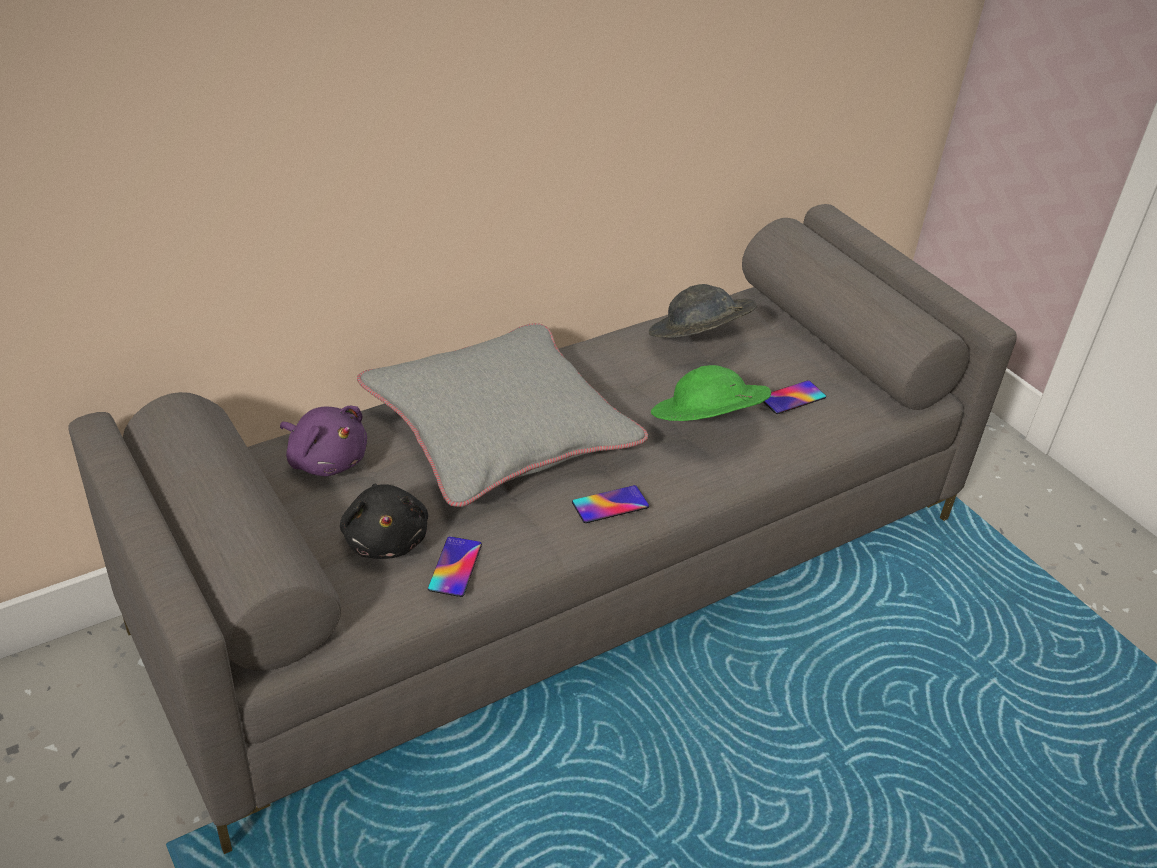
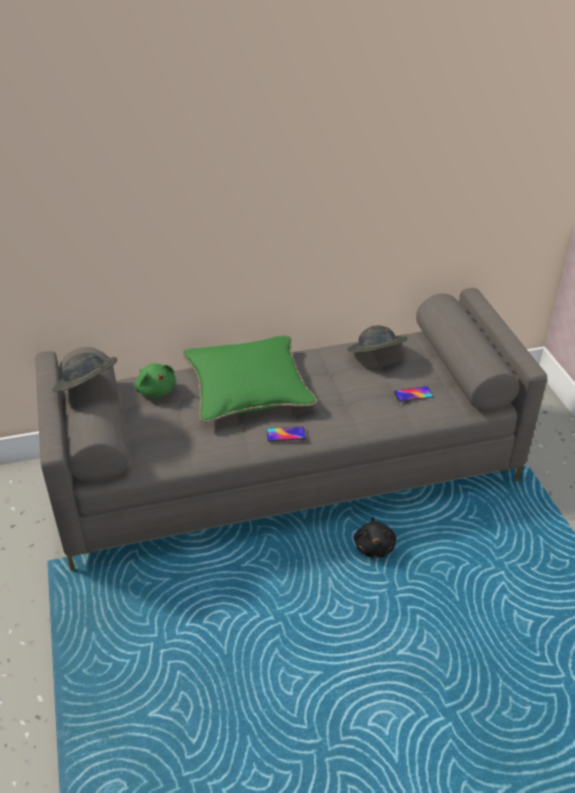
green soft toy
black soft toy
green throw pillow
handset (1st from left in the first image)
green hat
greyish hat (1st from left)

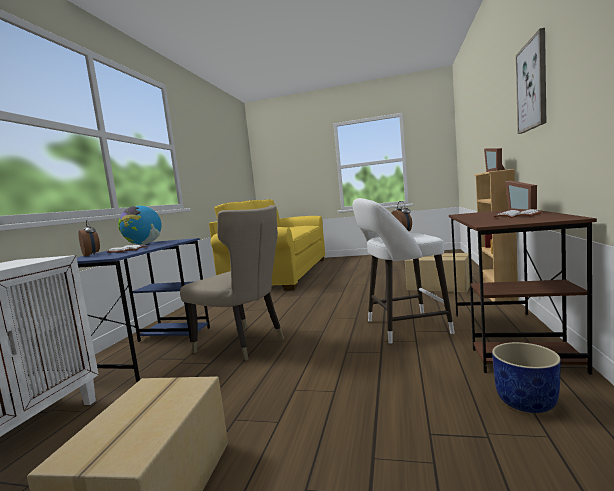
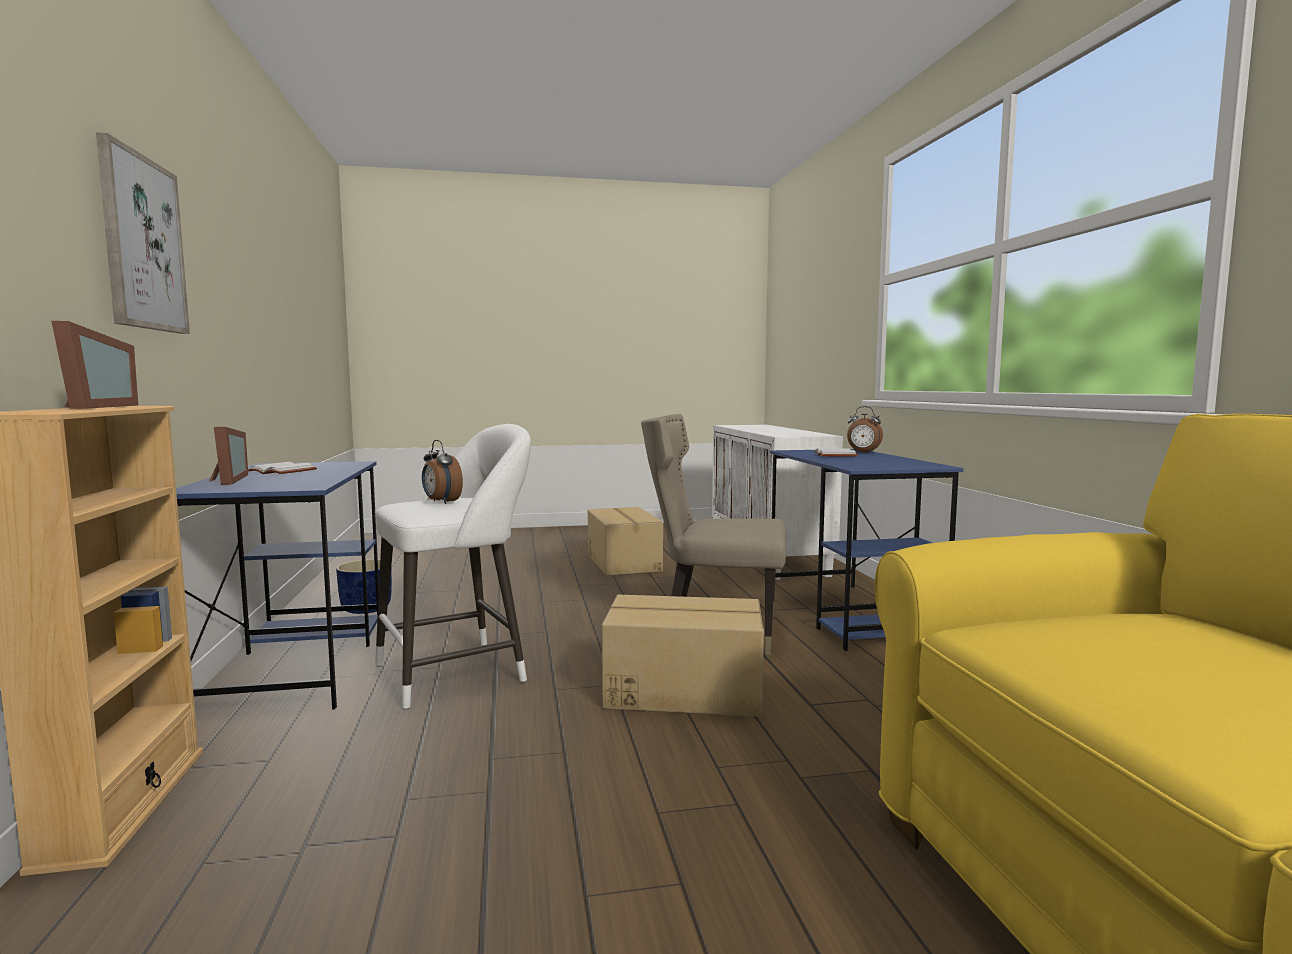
globe
cardboard box (2nd from left)
blue-coloured desk table (1st from left)

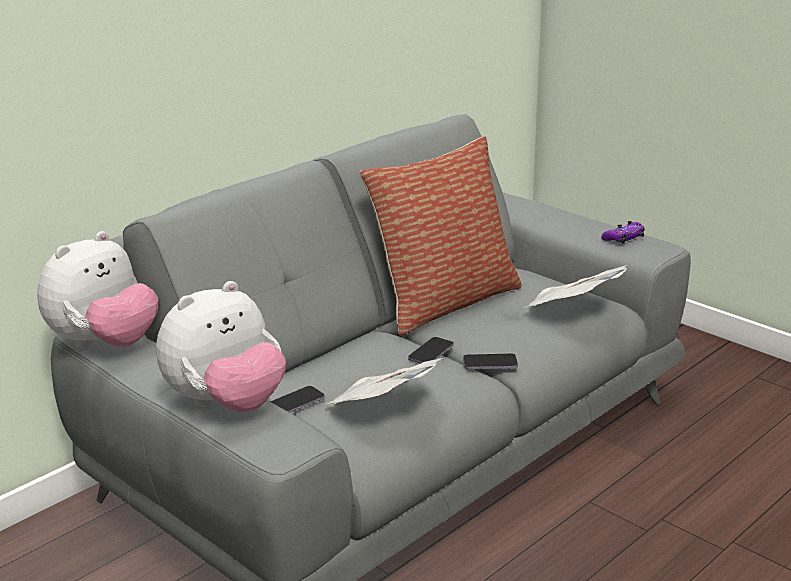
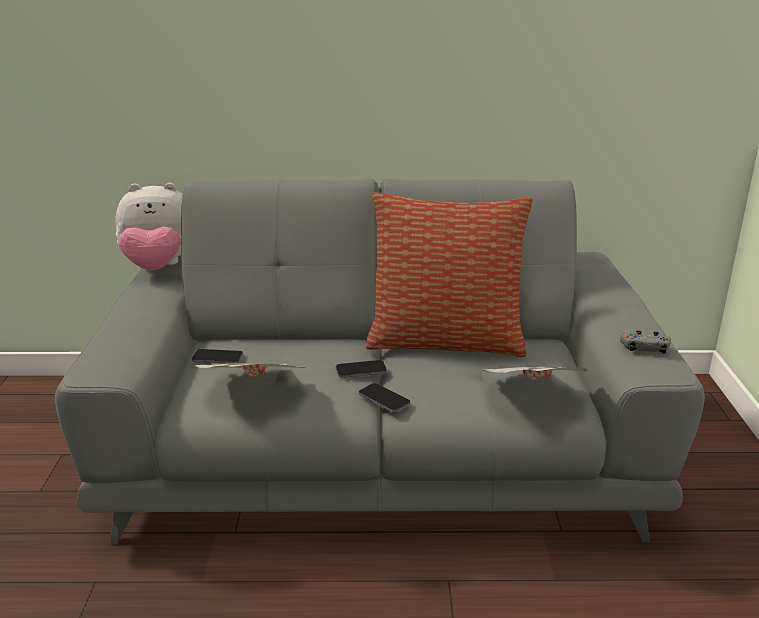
soft toy (2nd from left in the first image)
greyish gamepad

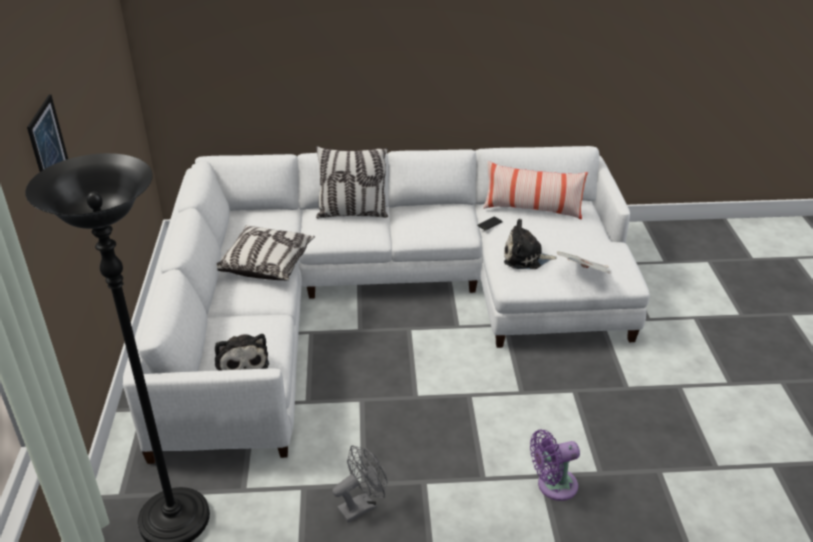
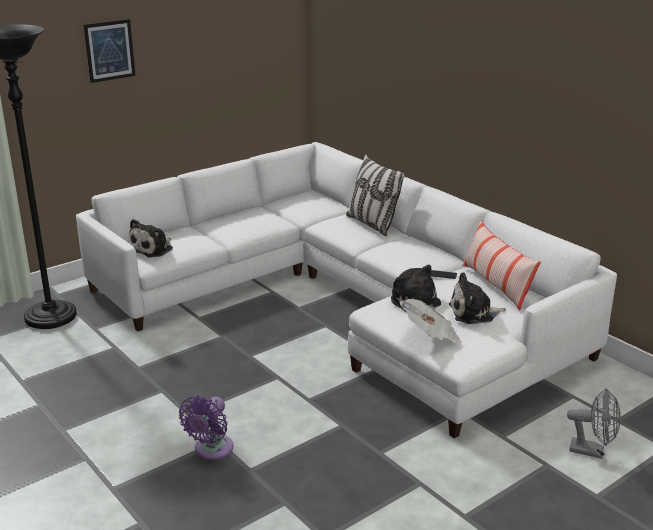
throw pillow (1st from left in the first image)
greyish fan
purple fan
soft toy (3rd from left)

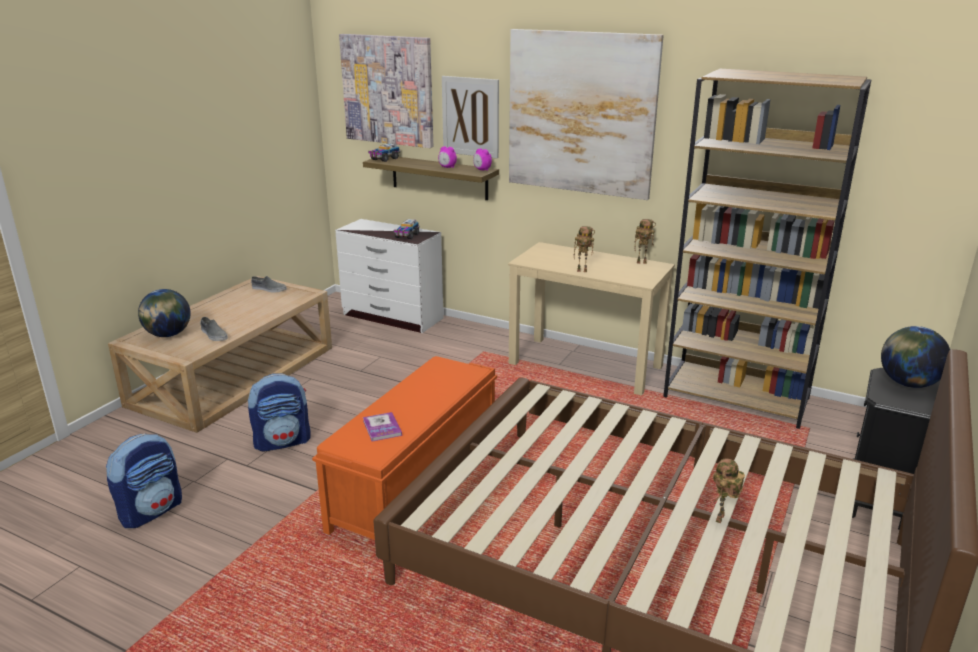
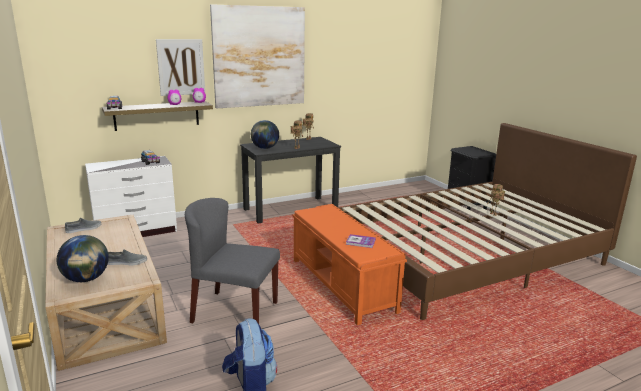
greyish plain chair
wall art (1st from left in the first image)
black desk table
brownish bookshelf
globe (2nd from left)

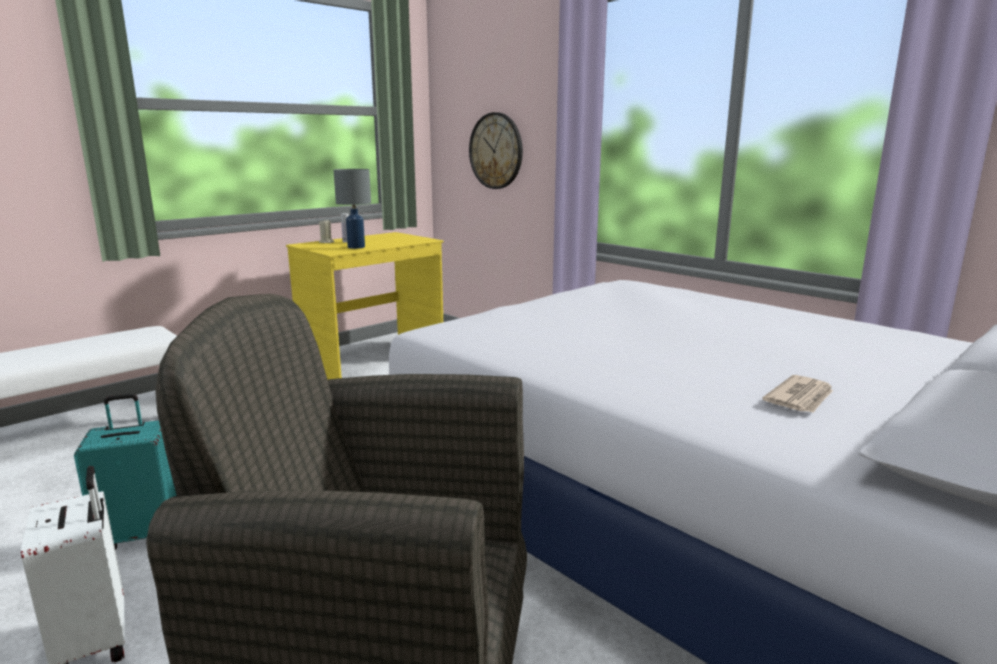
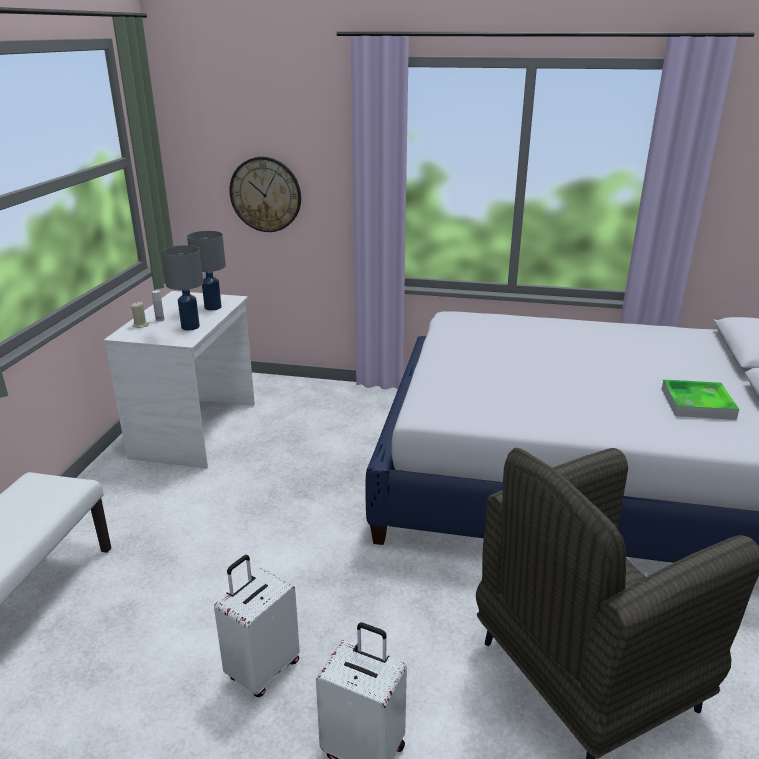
white-coloured suitcase (1st from left)
white-coloured desk table
tray
greyish lamp for a table (2nd from left)

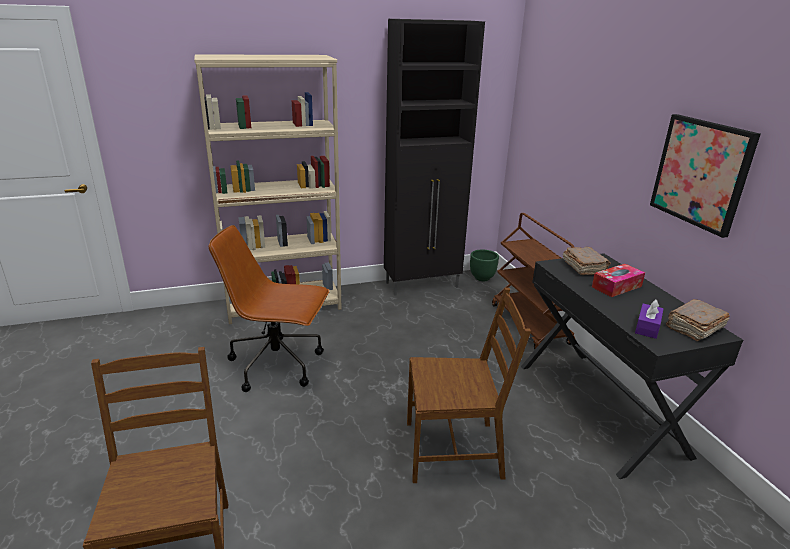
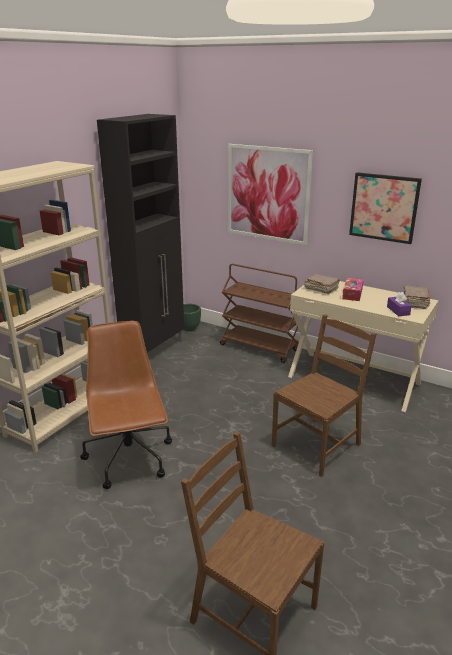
brownish office chair
beige desk table
wall art (1st from left)

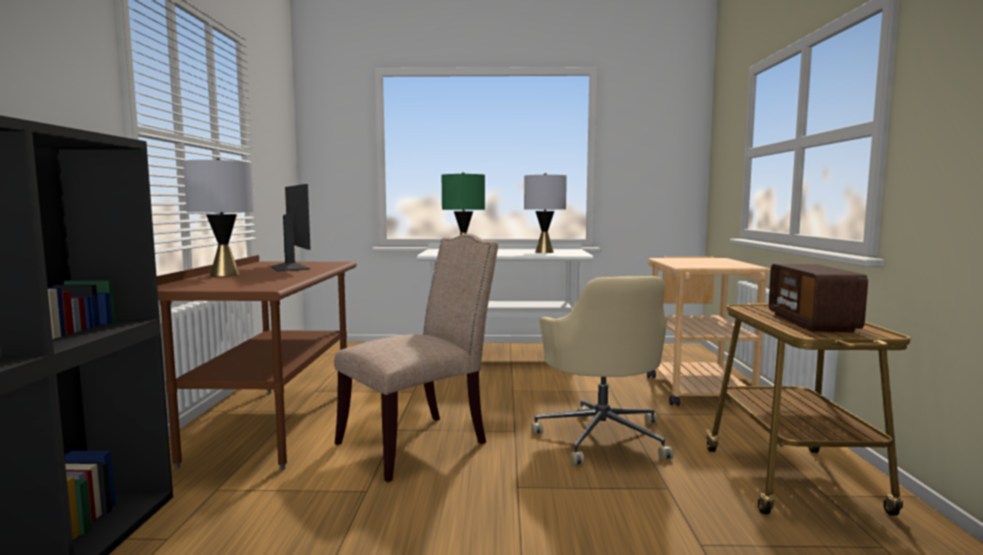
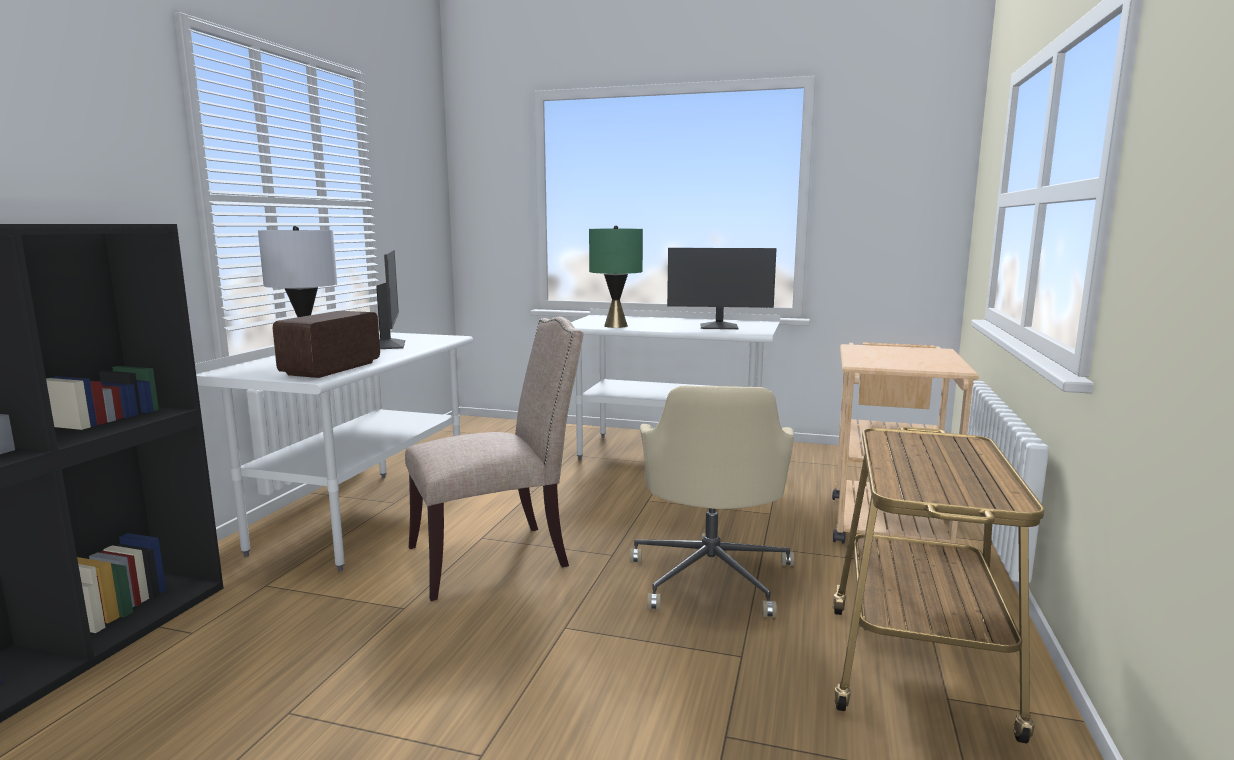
white-coloured desk table (1st from left)
computer screen (2nd from left)
radio set

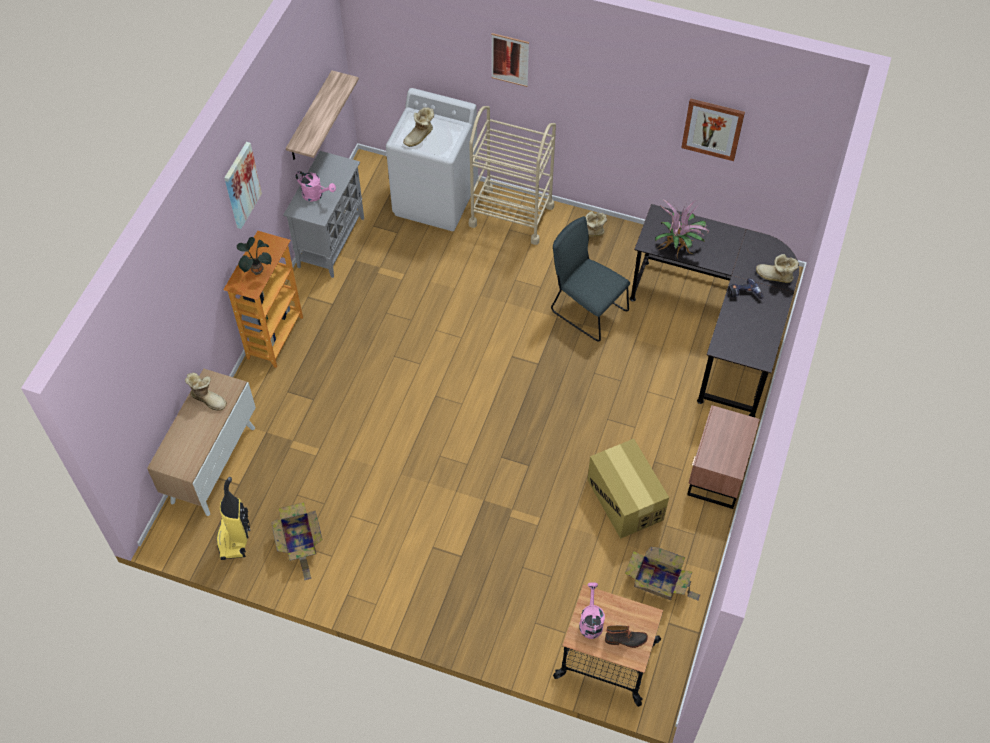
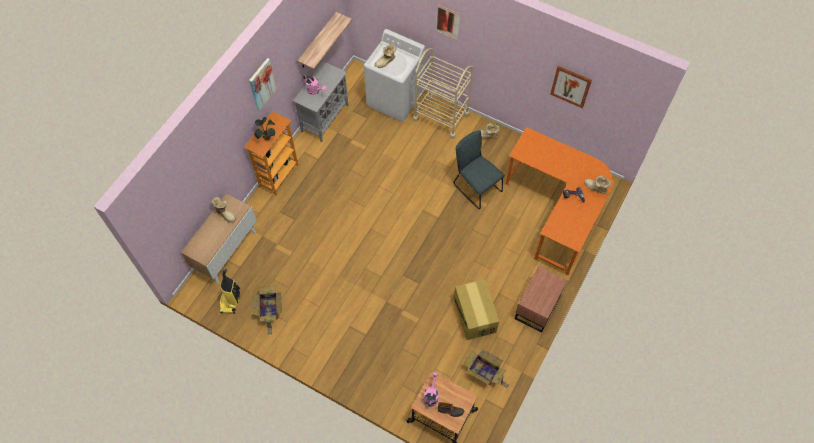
orangey desk table
potted plant (2nd from left in the first image)

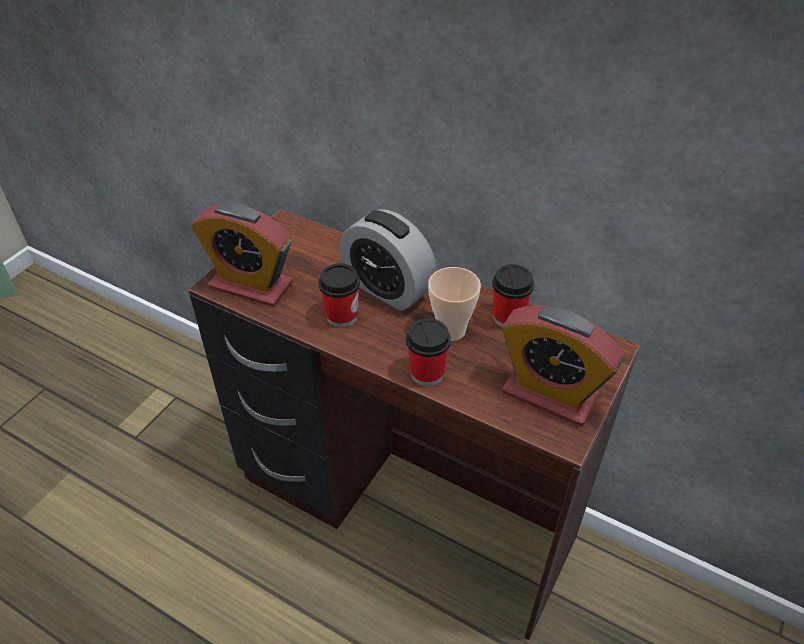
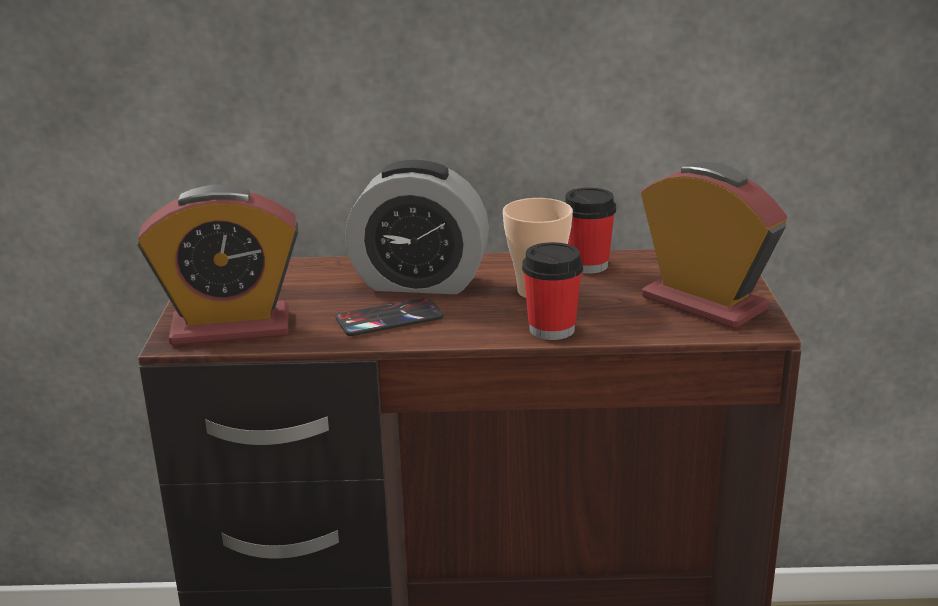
handset
bedside clock (3rd from left)

